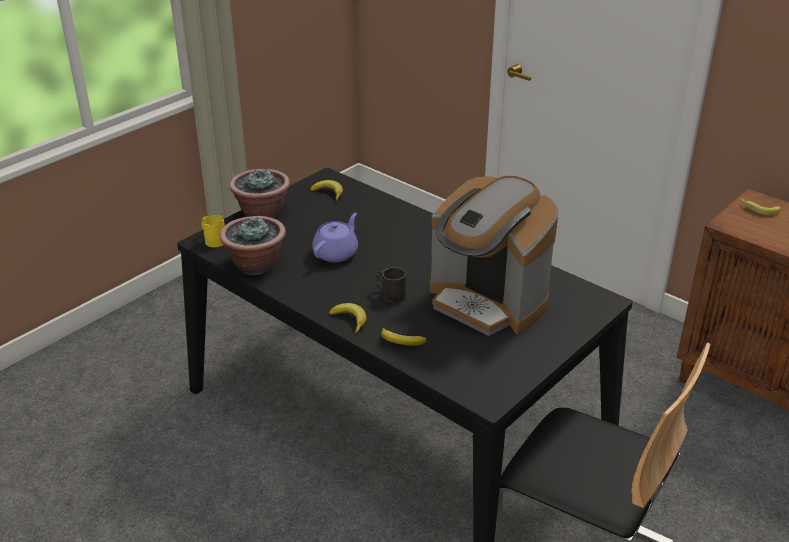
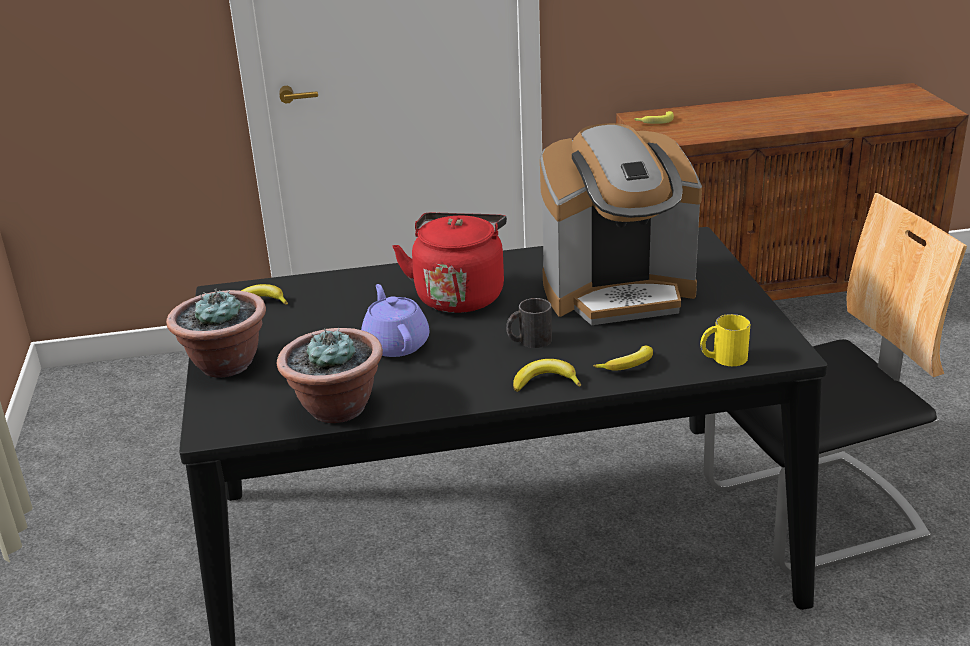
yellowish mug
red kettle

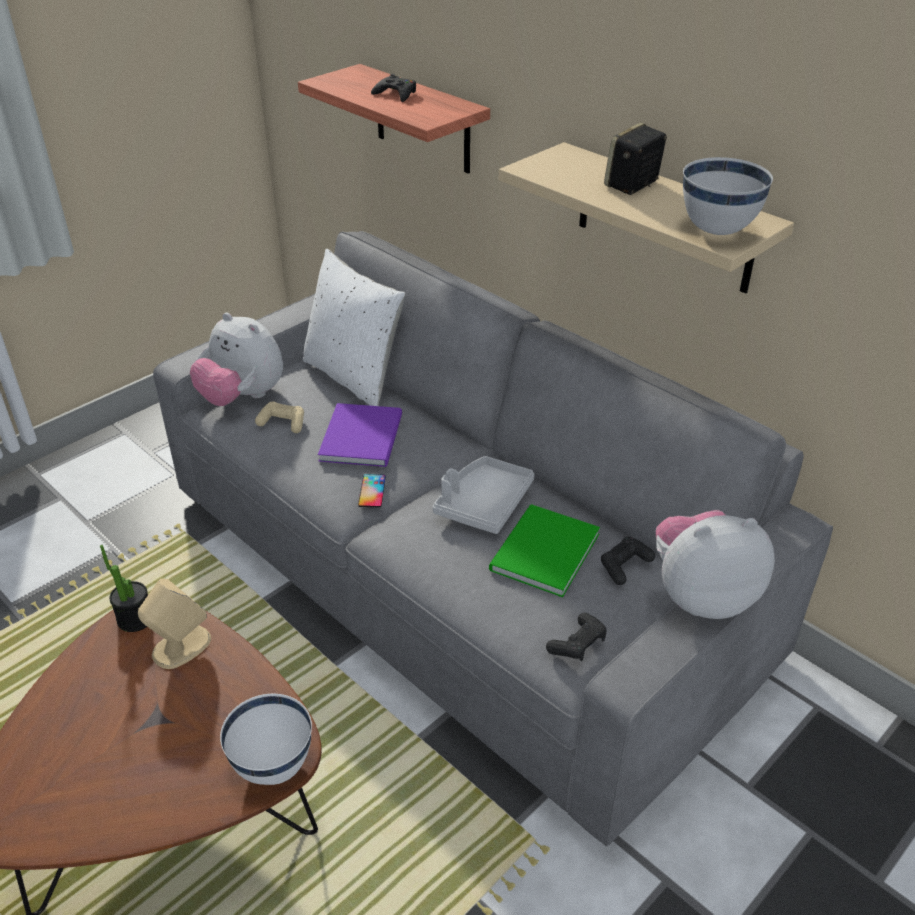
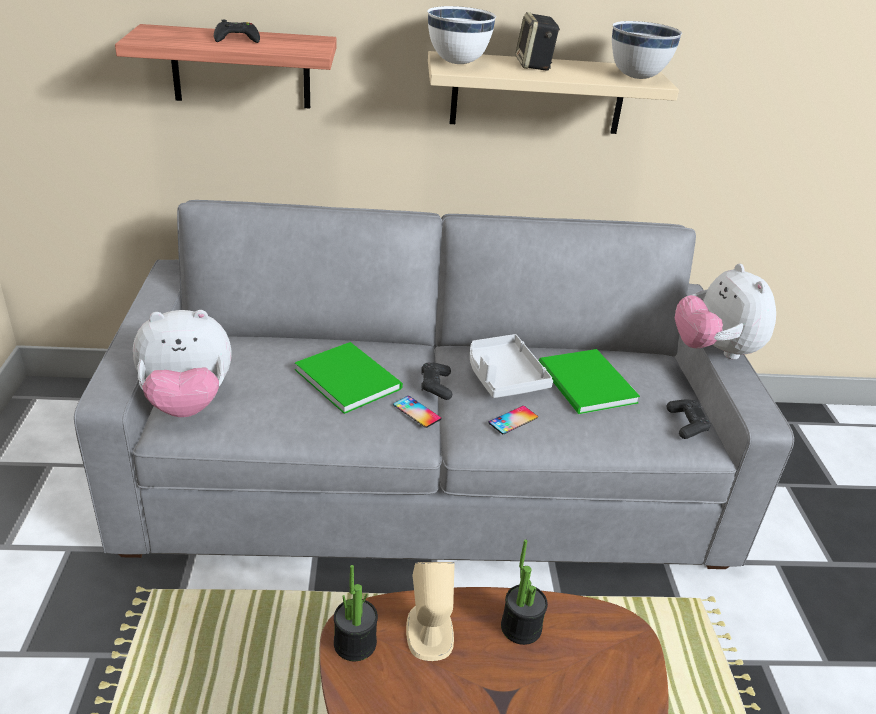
white-coloured serving bowl (1st from left)
beige gamepad
white-coloured throw pillow
green bound book (1st from left)
black gamepad (2nd from left)
soft toy (2nd from left)
handset (2nd from left)
potted plant (2nd from left)

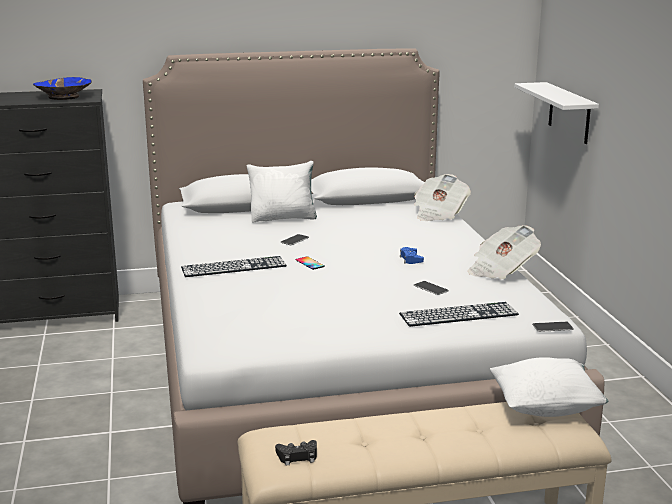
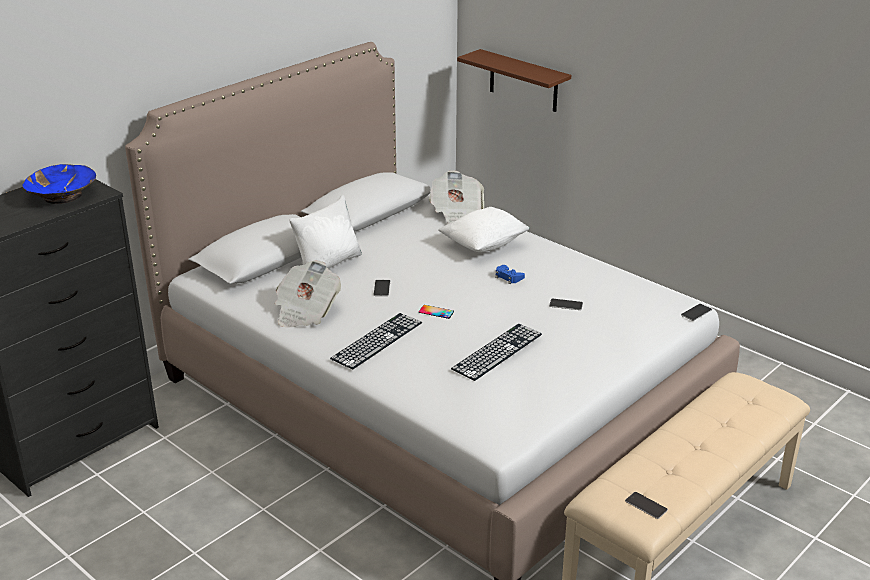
handset (4th from left)
computer keyboard (2nd from left)
daily paper (1st from left)
white-coloured throw pillow (2nd from left)
brownish wall shelf

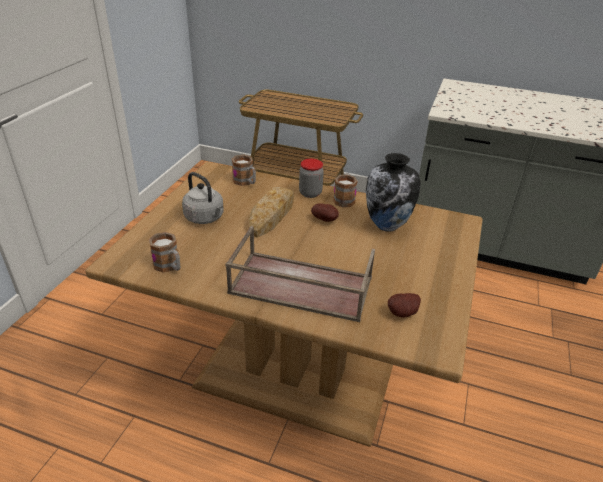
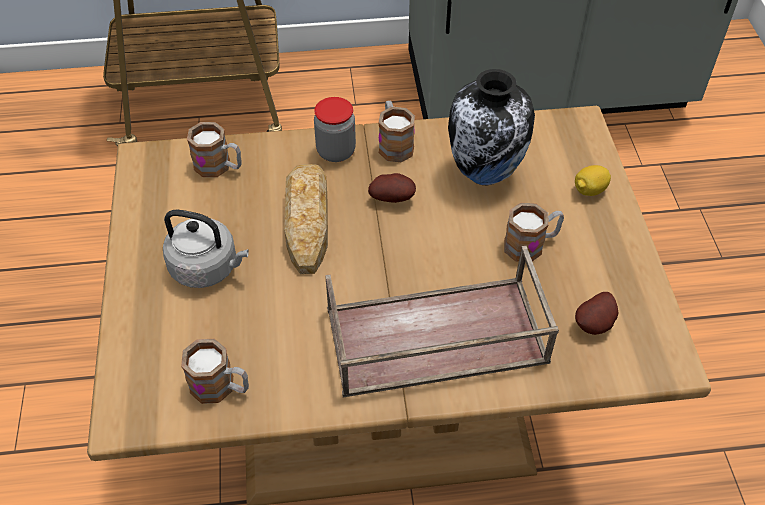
mug (4th from left)
lemon

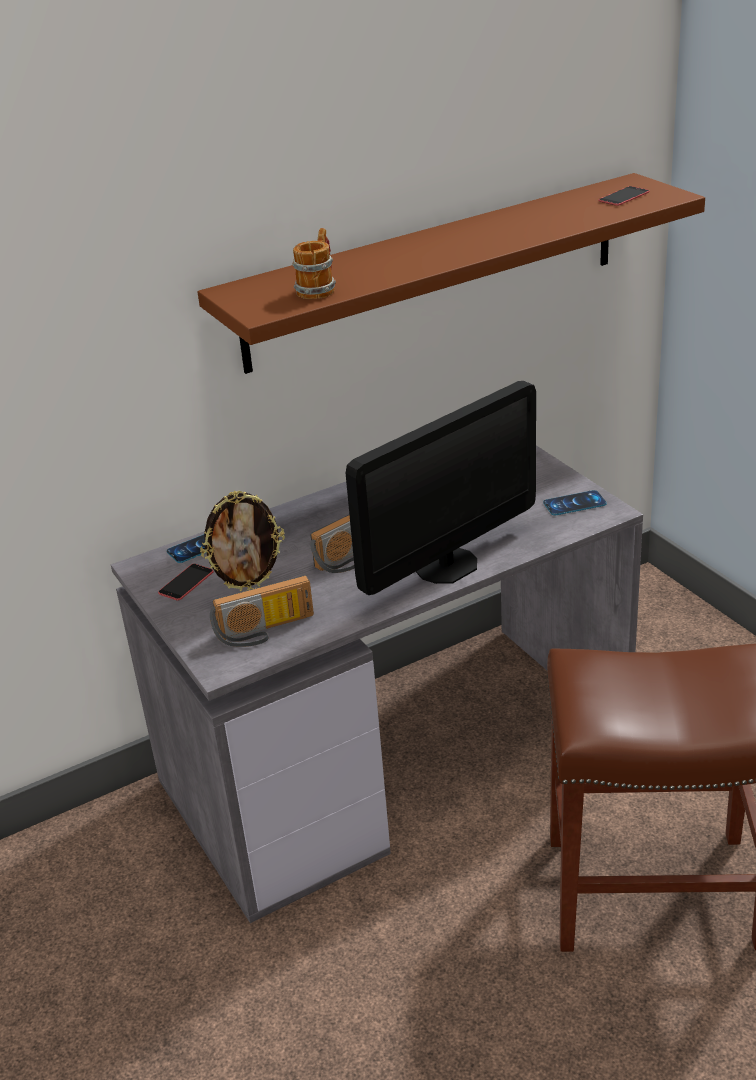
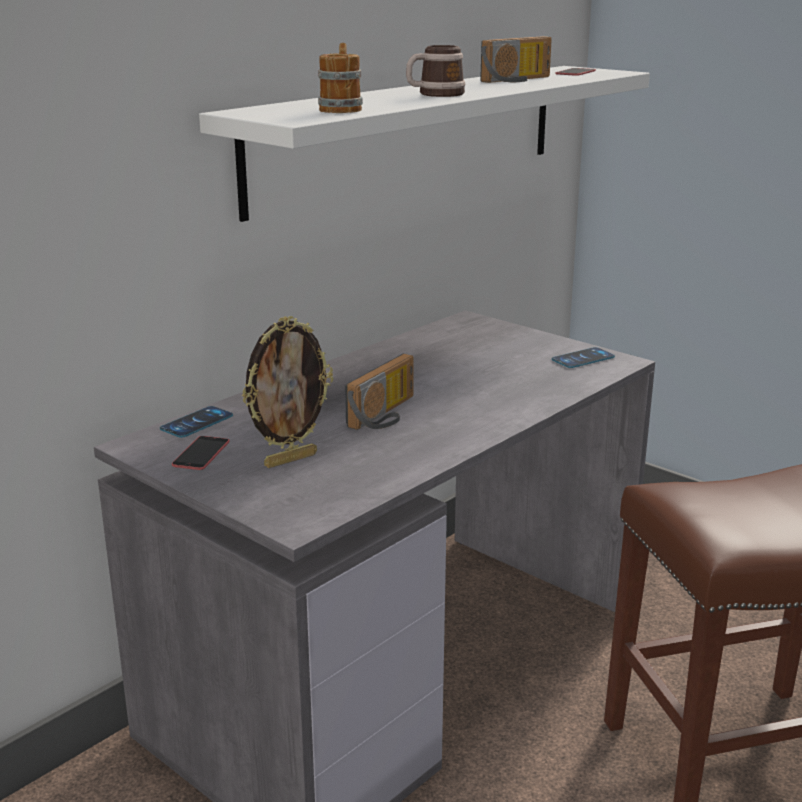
white-coloured wall shelf
radio set (2nd from left)
computer screen
mug (2nd from left)

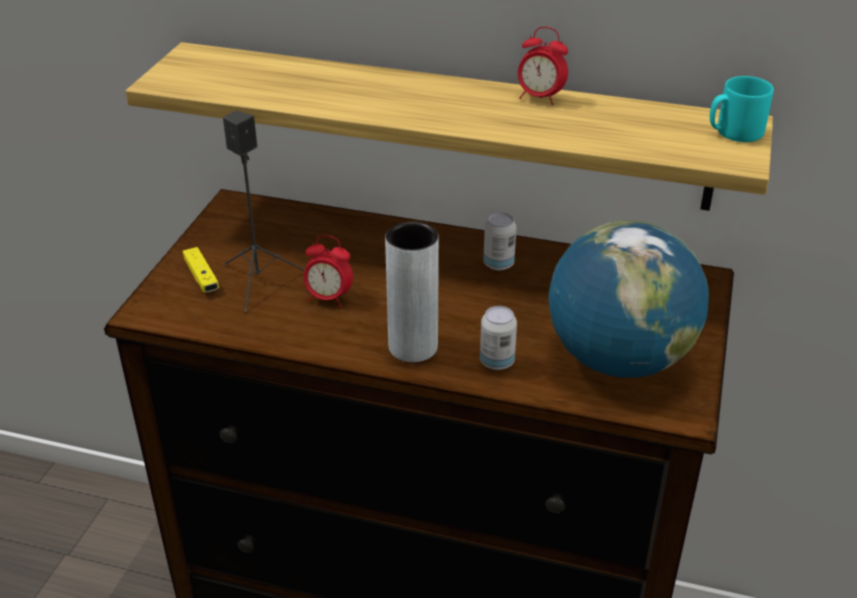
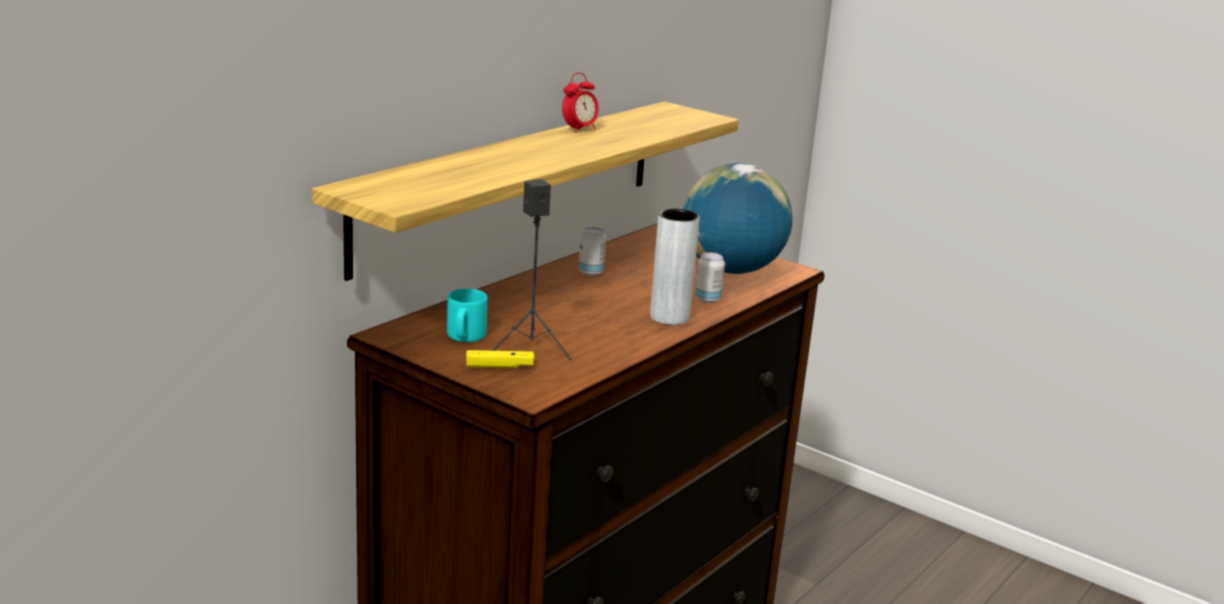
bedside clock (1st from left in the first image)
turquoise mug

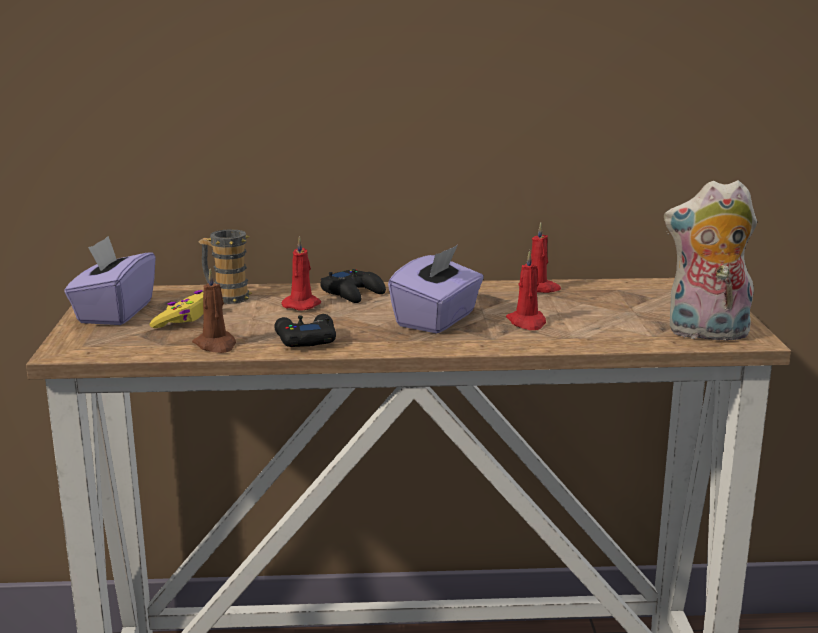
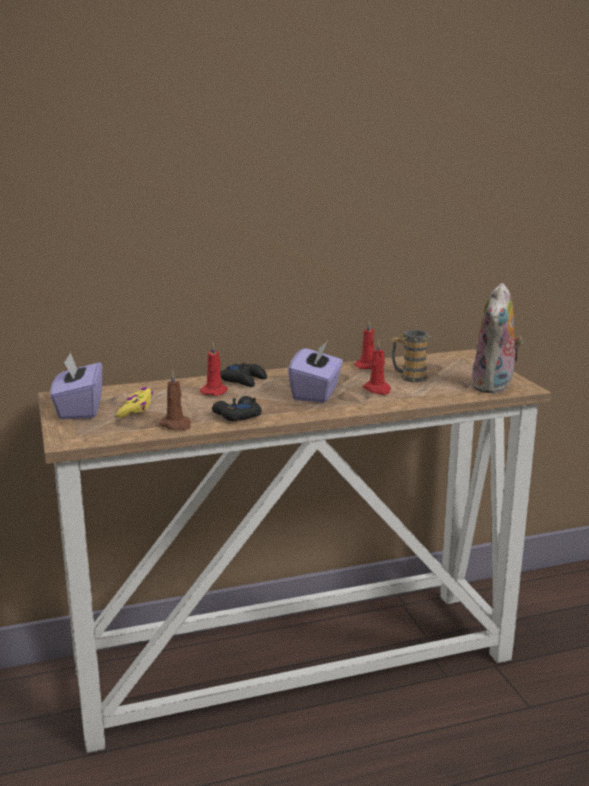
mug
soft toy

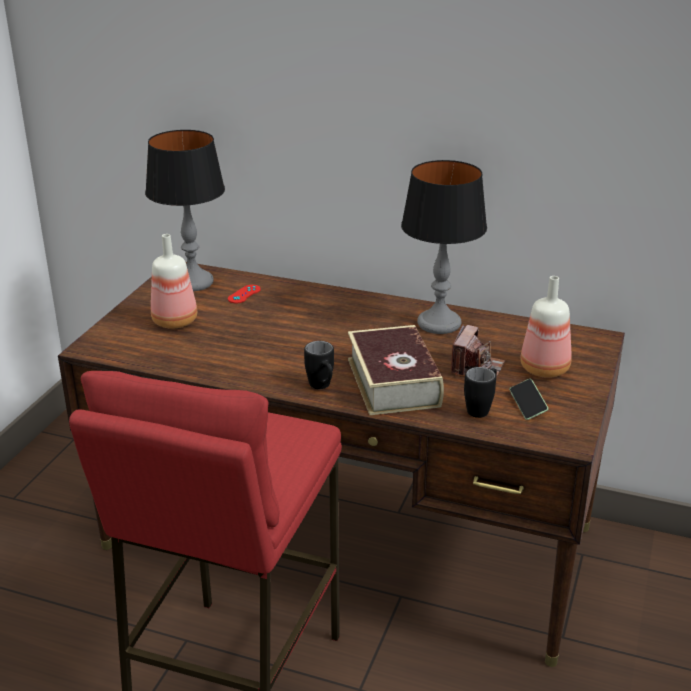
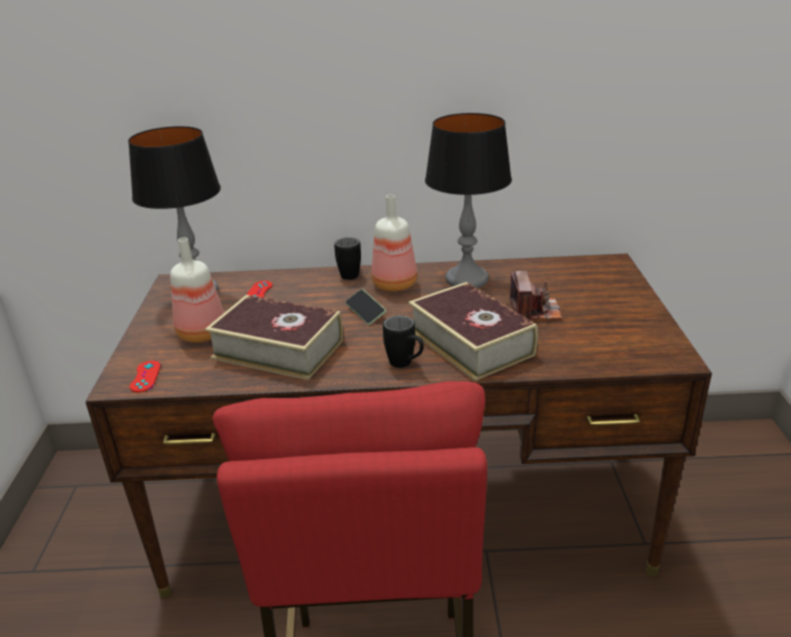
black mug (1st from left)
handset
bottle (2nd from left)
red gamepad (1st from left)
bound book (1st from left)

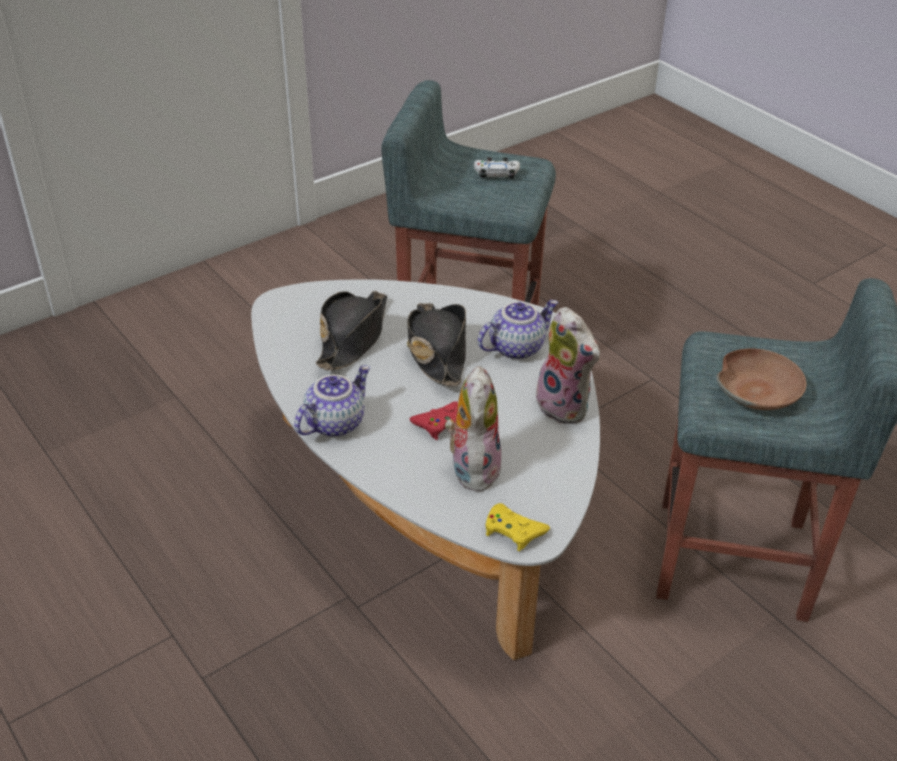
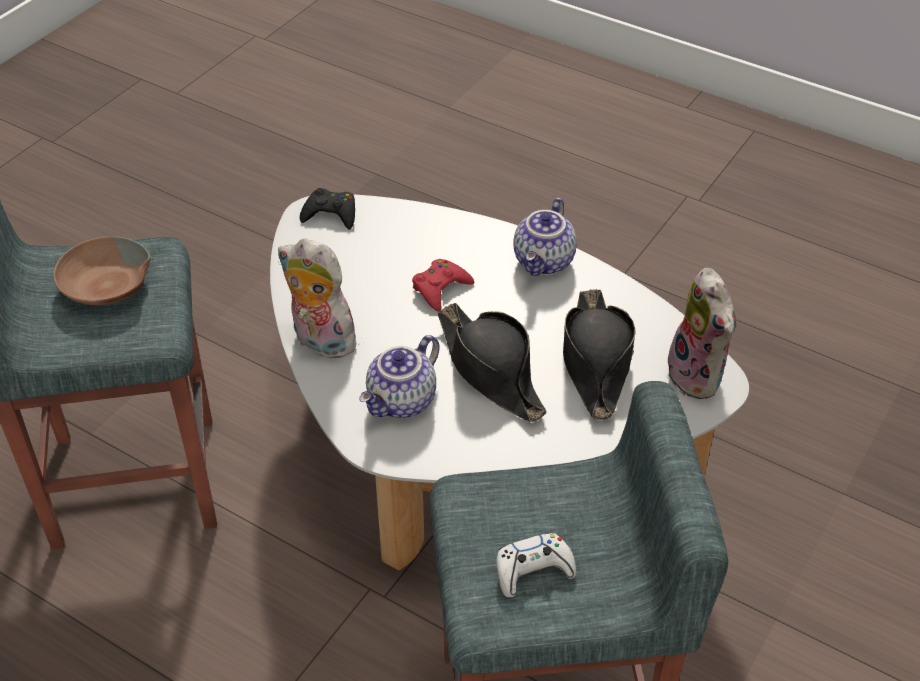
soft toy (2nd from left)
black gamepad

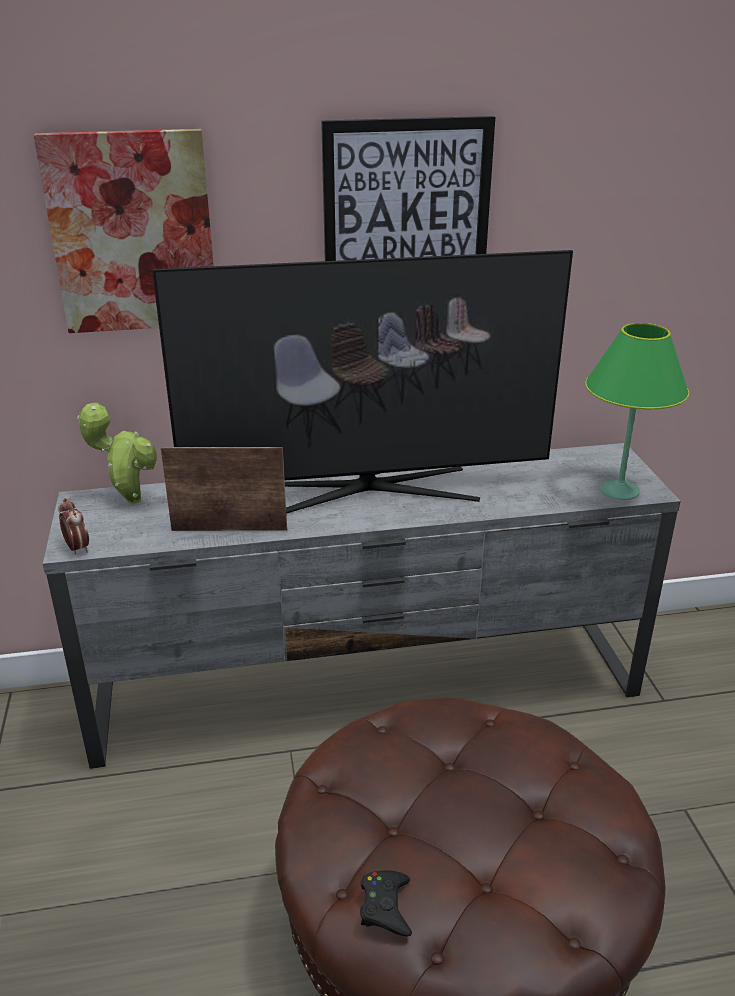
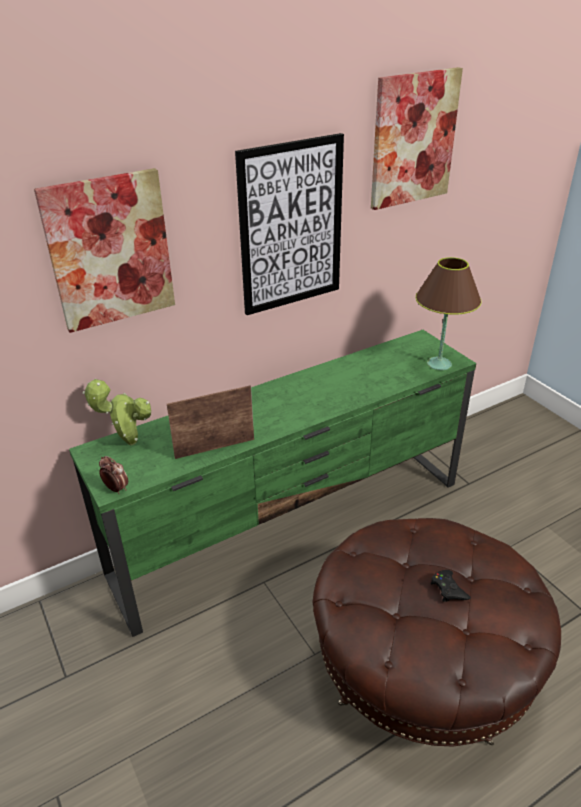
green media console
TV
black gamepad
brownish lamp for a table
wall art (3rd from left)

